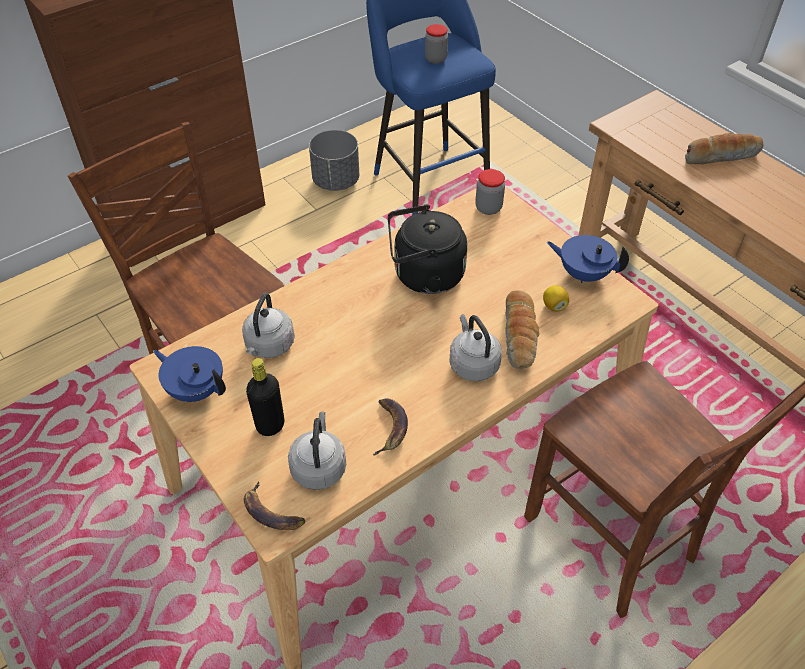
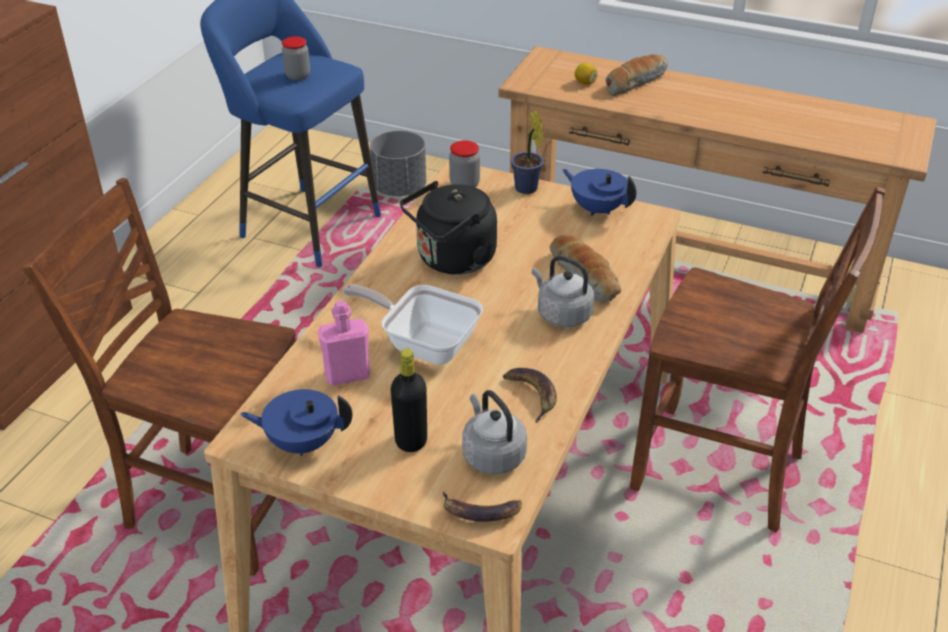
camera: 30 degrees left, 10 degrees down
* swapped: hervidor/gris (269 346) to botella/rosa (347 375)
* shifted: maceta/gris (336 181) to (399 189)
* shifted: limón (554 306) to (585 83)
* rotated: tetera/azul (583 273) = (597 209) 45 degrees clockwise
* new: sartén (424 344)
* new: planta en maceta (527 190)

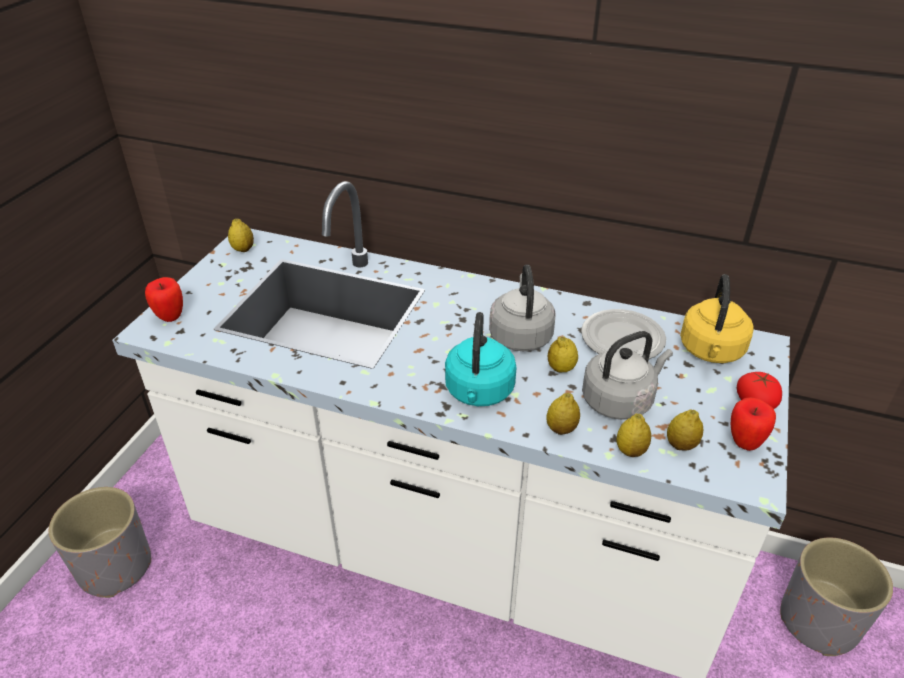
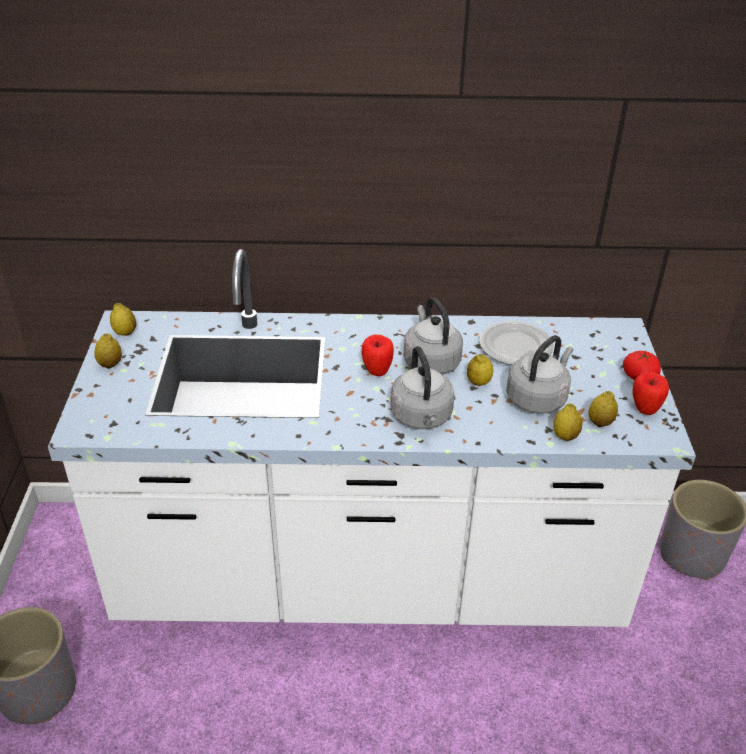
camera: 20 degrees left, 0 degrees up
* shifted: manzana (170 316) to (377 371)
* repainted: hervidor/turquesa (479 393) to hervidor/gris (422 418)
* shifted: limón (561 429) to (110 364)
* gone: hervidor/amarillo (711 352)

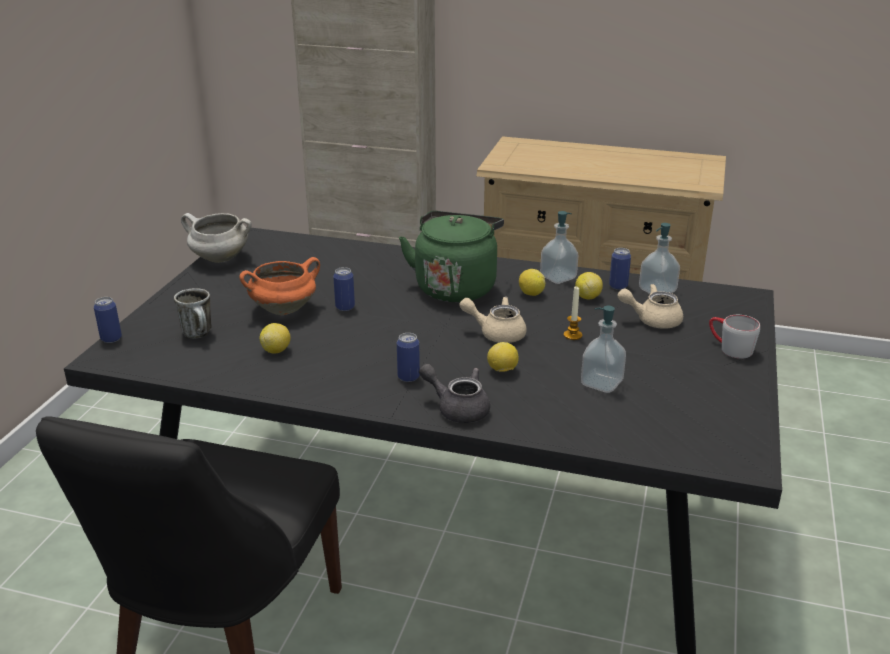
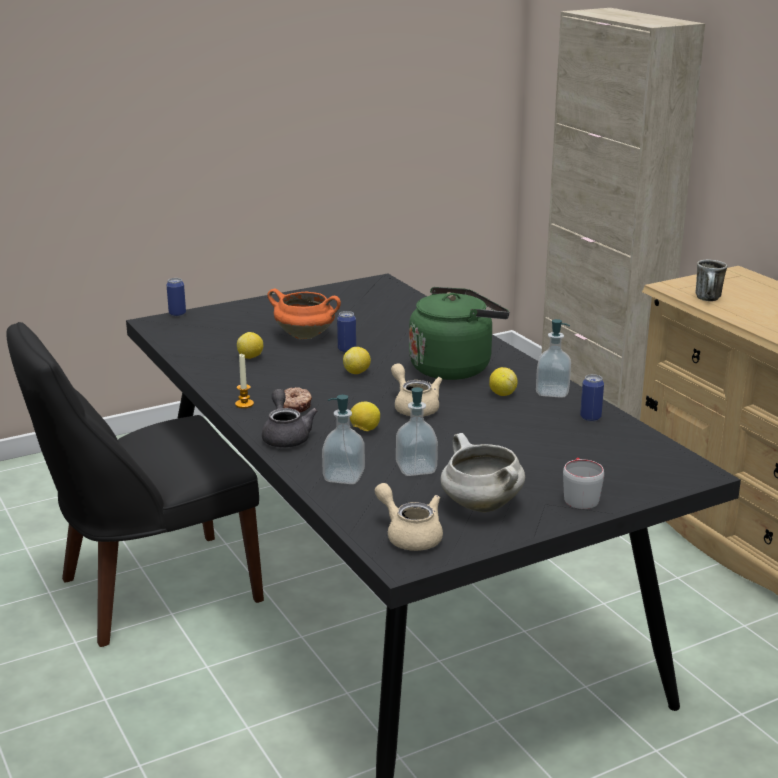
camera: 45 degrees right, 5 degrees down
* shifted: taza grande (200 335) to (709 300)
* shifted: olla/blanco (219 259) to (479 505)
* swapped: lata (408 377) to rosquilla (295 406)
* shifted: vela (572 335) to (244 404)
* shifted: limón (587 297) to (357 372)
* shifted: tetera/beis (652 320) to (410 535)
* shifted: dispensador de jabón (657 290) to (343 477)

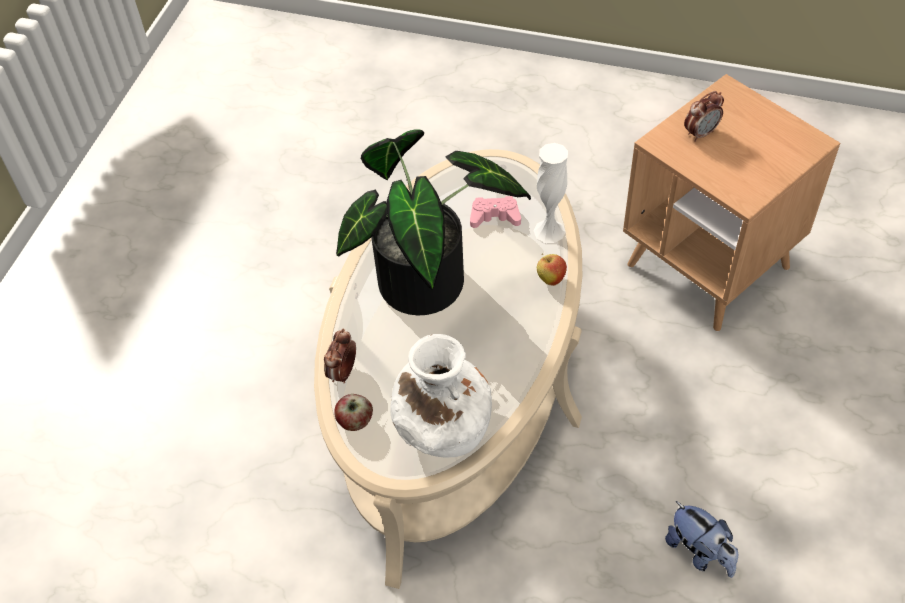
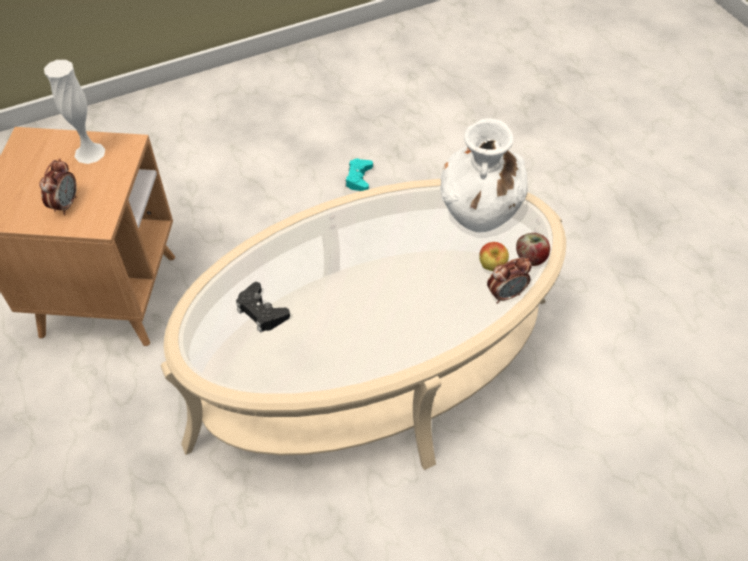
camera: 135 degrees left, 0 degrees up
* gone: planta en maceta (432 285)
* repainted: mando de consola/rosa (494 217) to mando de consola/negro (261 312)
* shifted: florero/blanco (549 231) to (89 153)
* shifted: manzana (550 279) to (492 267)
* swapped: peluche (699 552) to mando de consola/turquesa (359 178)
* rotated: despertador (700 133) = (65 204) 90 degrees clockwise

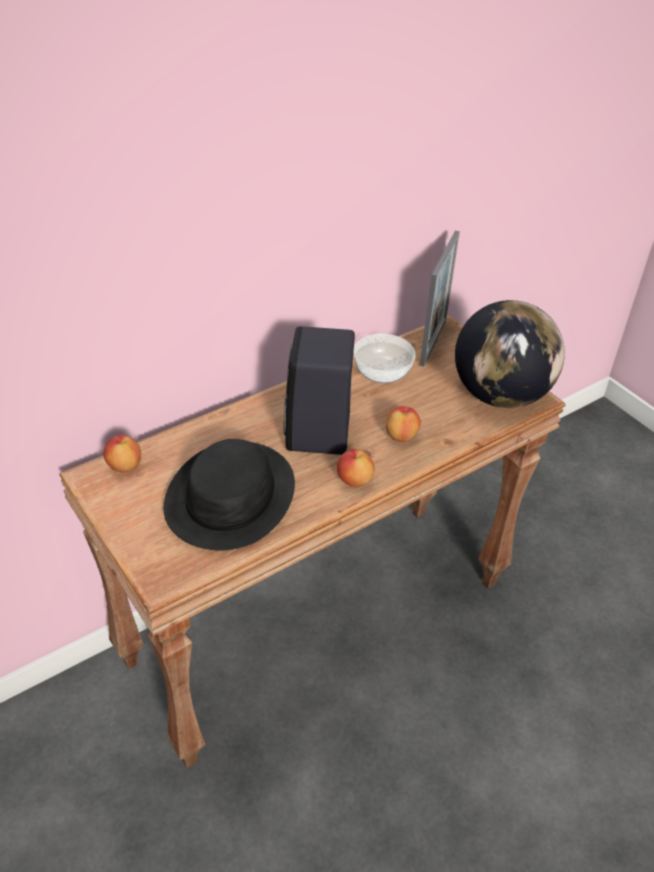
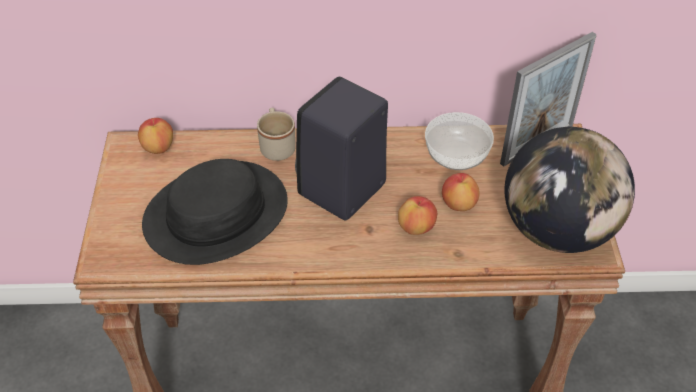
camera: 35 degrees right, 5 degrees up
* shifted: manzana (354 480) to (458 204)
* new: taza grande/beis (277 146)

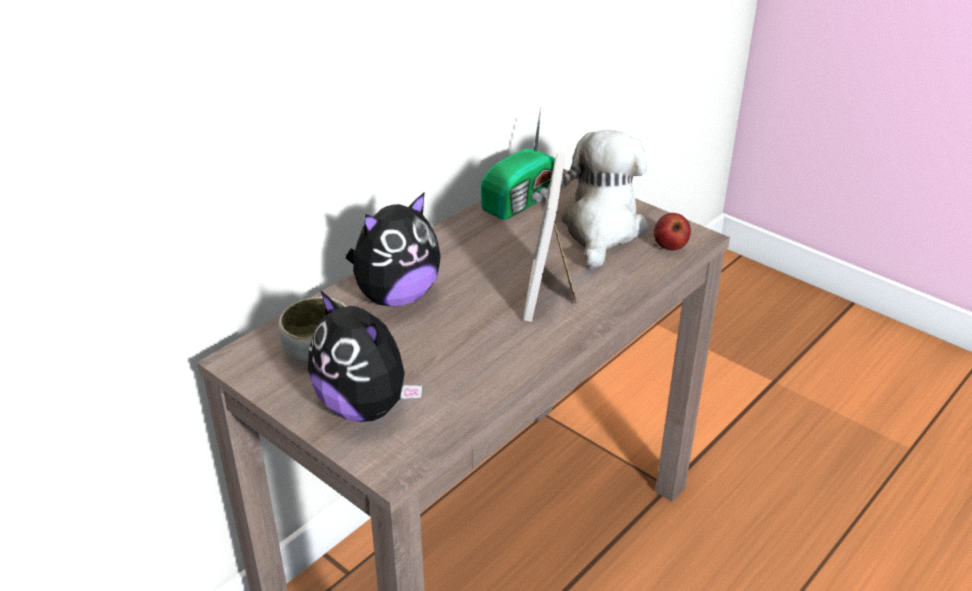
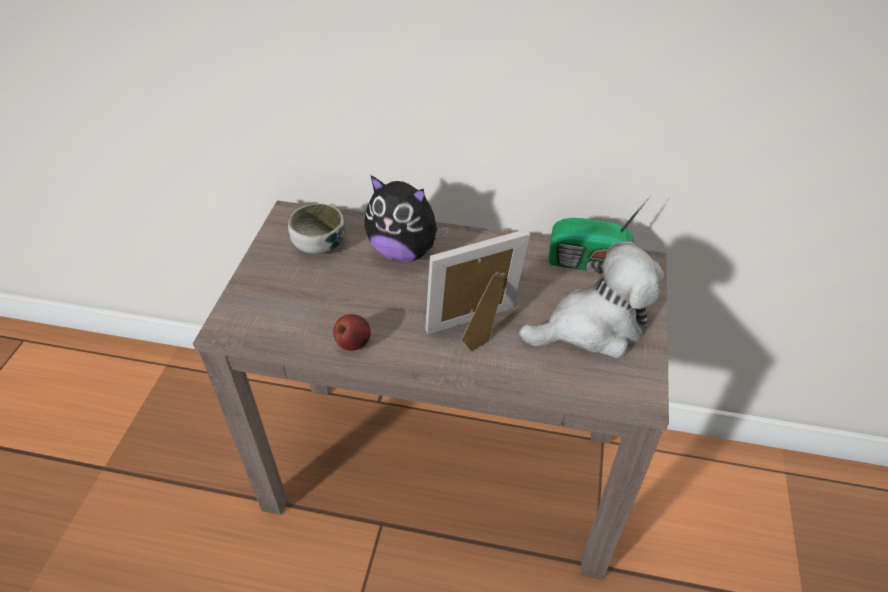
camera: 60 degrees right, 10 degrees up
* gone: peluche (365 406)
* shifted: manzana (670 246) to (353 343)

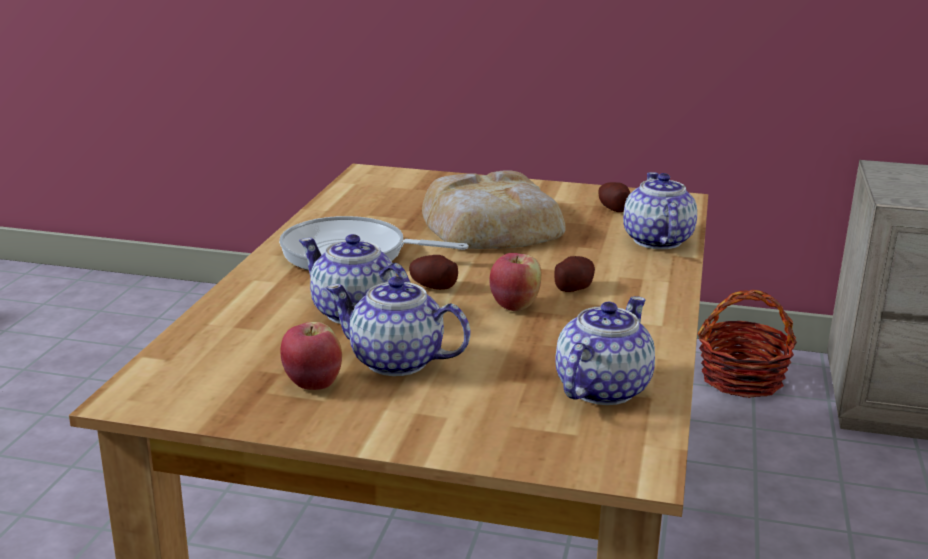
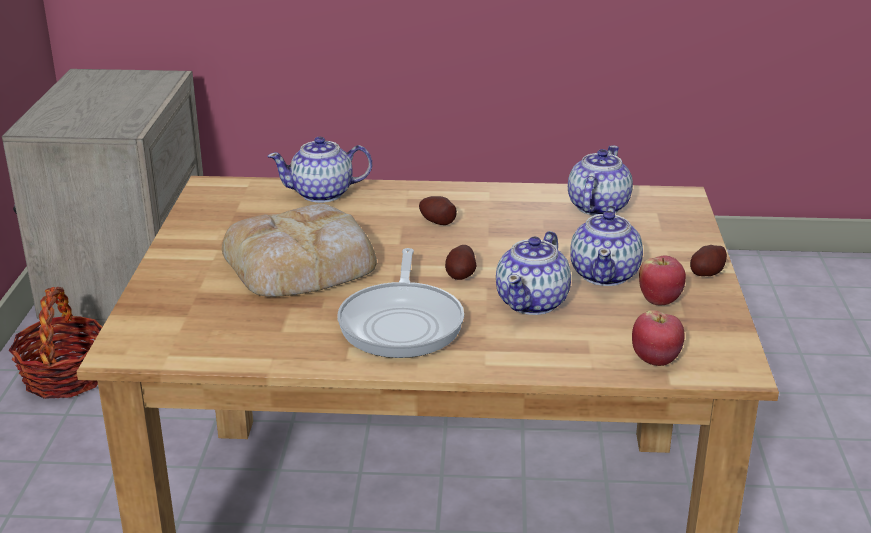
camera: 100 degrees left, 5 degrees up
* shifted: manzana (514 305) to (655 360)
* rotated: tetera (600 389) = (597 207) 90 degrees clockwise
* shifted: patata (614 208) to (706 274)

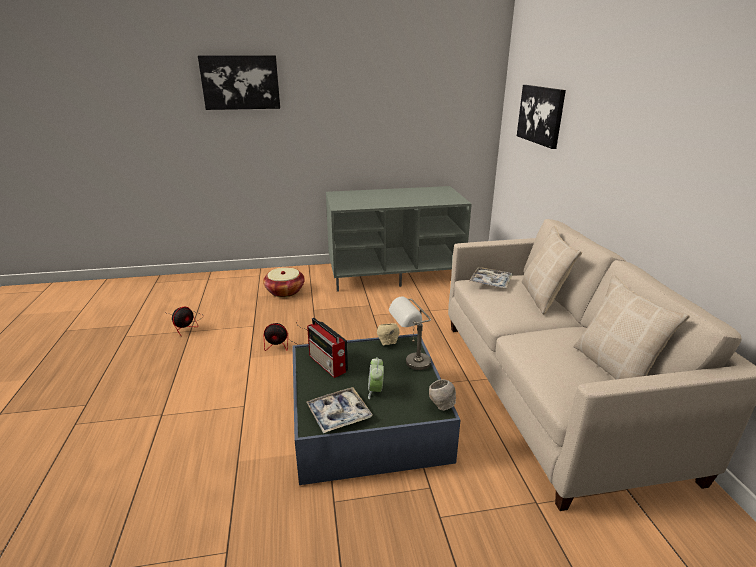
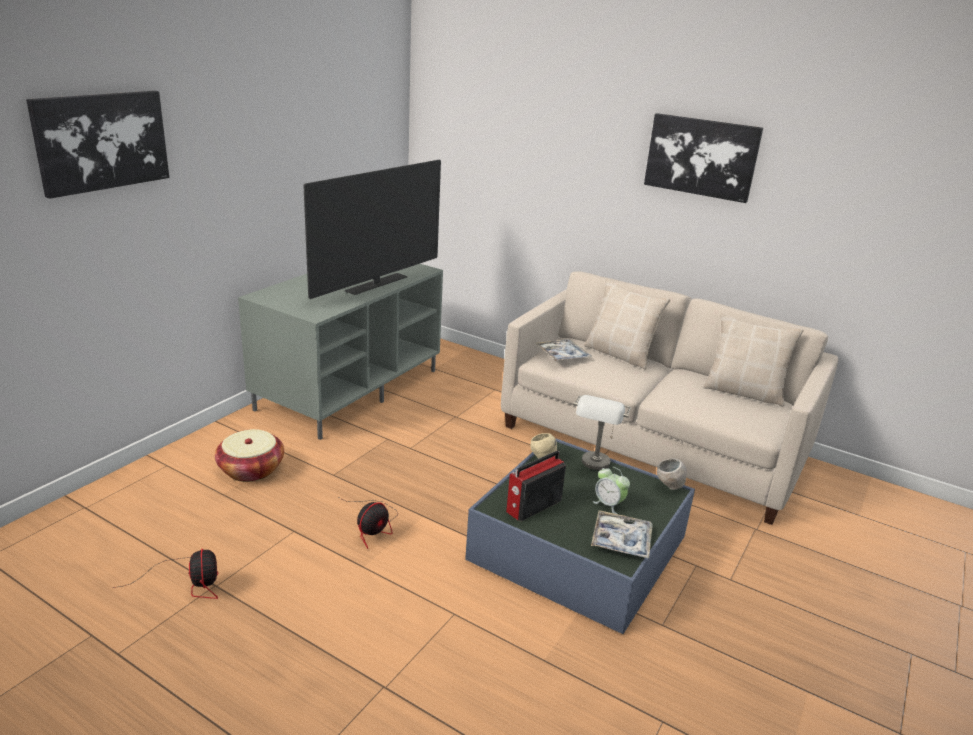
camera: 50 degrees left, 0 degrees up
* rotated: radio (328 364) = (532 506) 135 degrees clockwise
* shifted: cuadro (541 115) to (701 157)
* new: televisor (377 284)

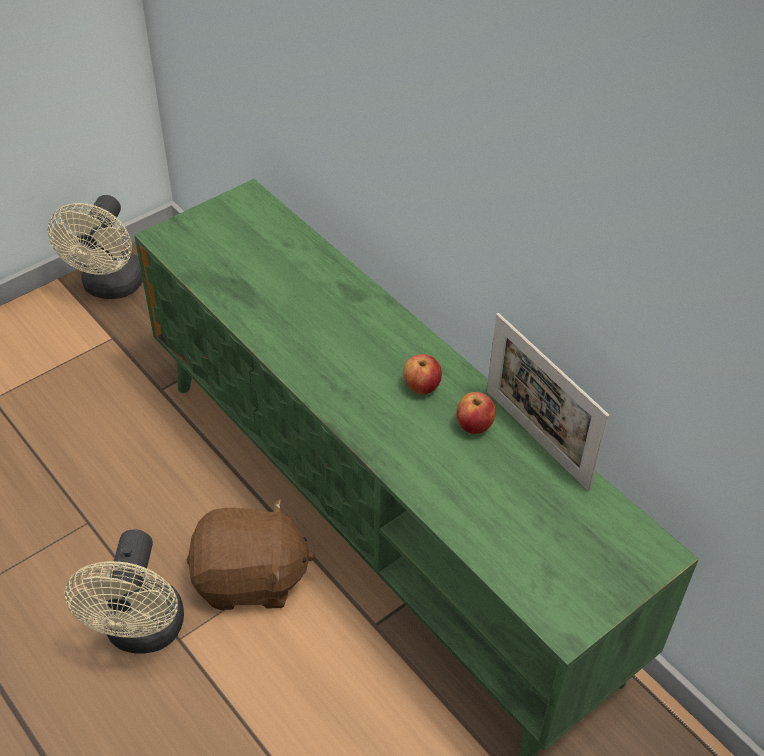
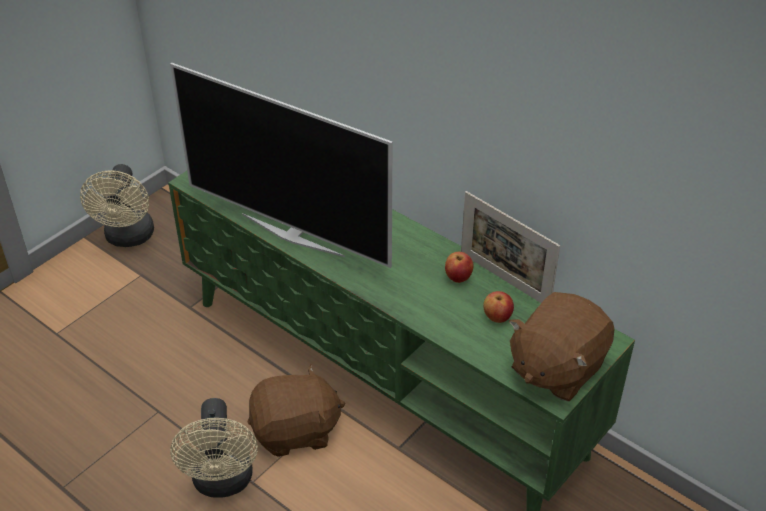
camera: 10 degrees left, 5 degrees down
* shifted: manzana (421 387) to (497 317)
* new: televisor (293 234)
* new: peluche/marrón (556 368)

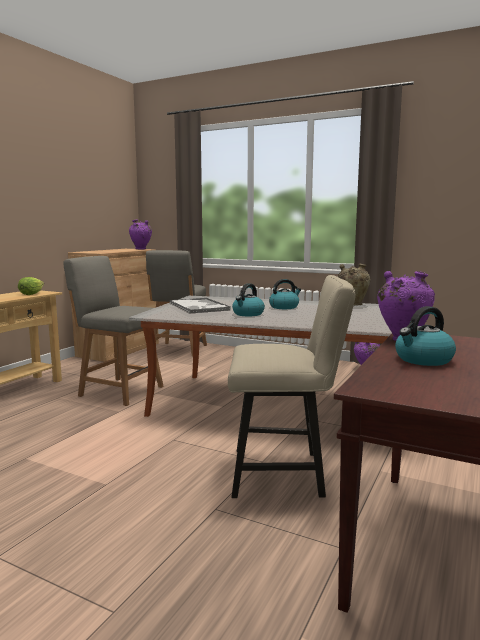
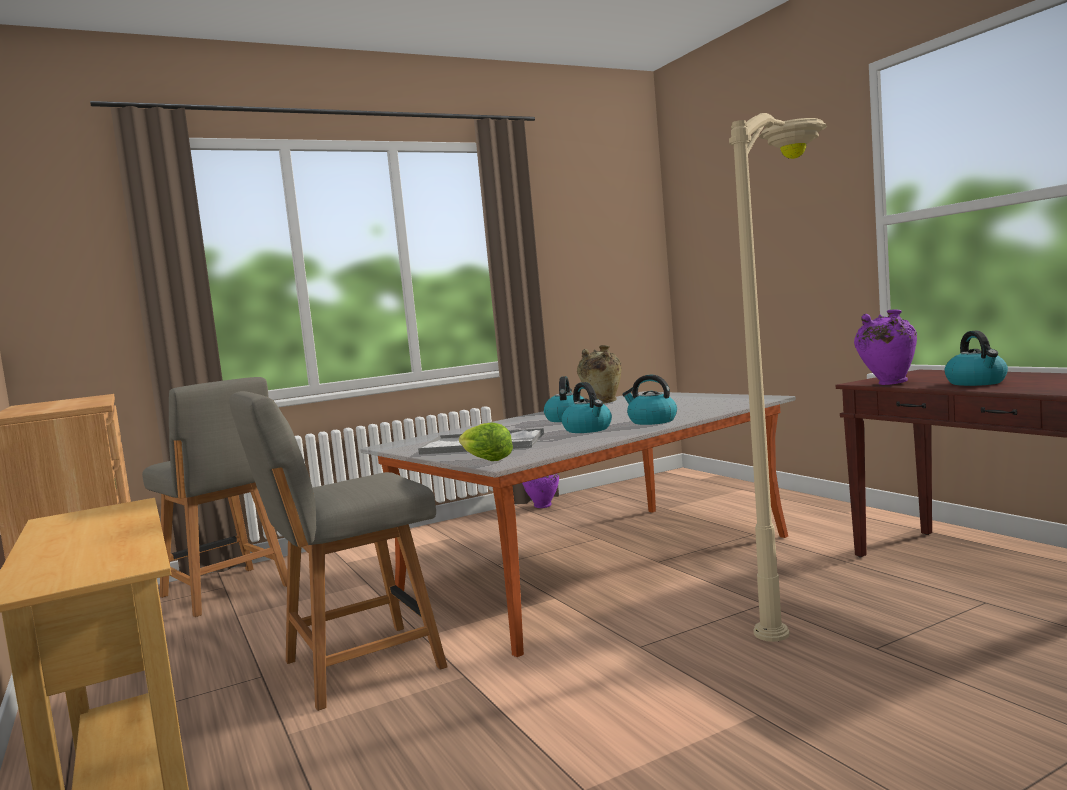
camera: 55 degrees left, 5 degrees down
* shifted: lechuga (31 294) to (485 460)
* gone: florero/morado (141 249)
* swapped: silla/beis (286 473) to lámpara de pie/beis (806 597)
* new: hervidor (651 421)

